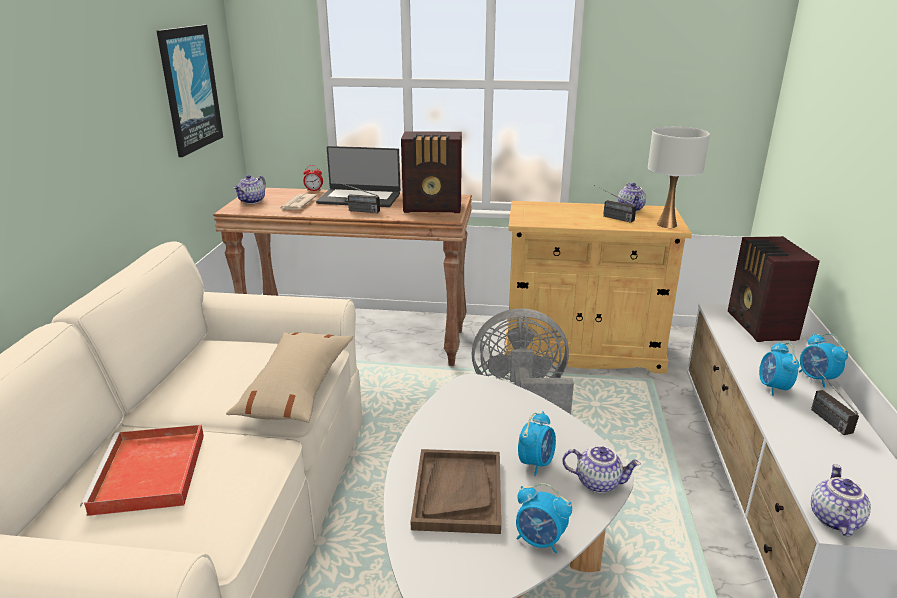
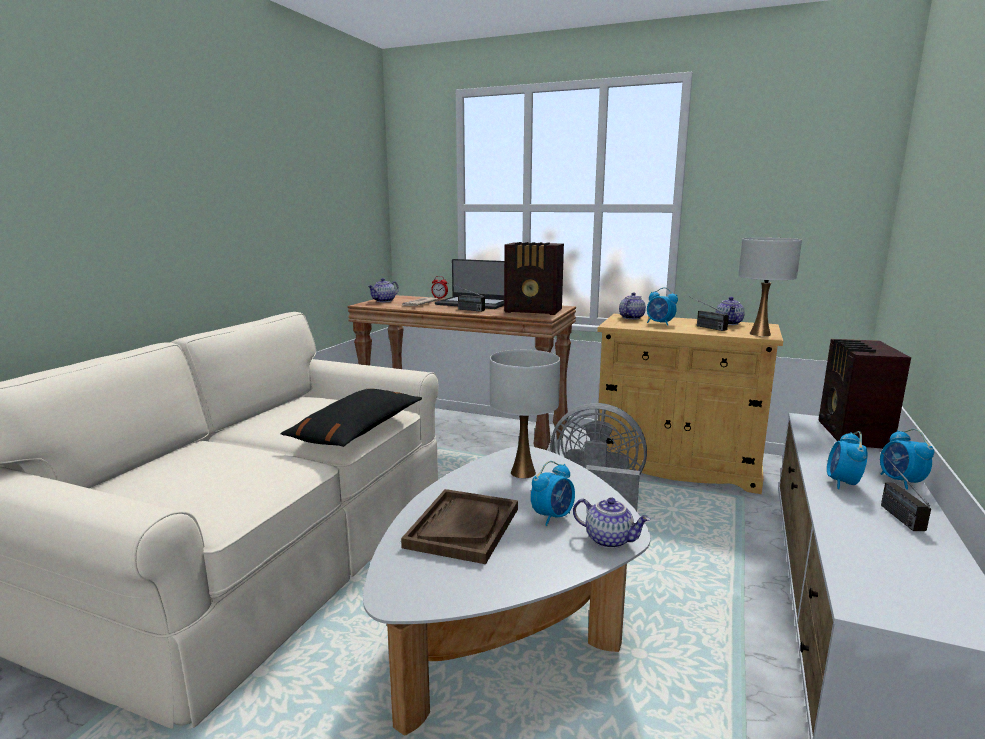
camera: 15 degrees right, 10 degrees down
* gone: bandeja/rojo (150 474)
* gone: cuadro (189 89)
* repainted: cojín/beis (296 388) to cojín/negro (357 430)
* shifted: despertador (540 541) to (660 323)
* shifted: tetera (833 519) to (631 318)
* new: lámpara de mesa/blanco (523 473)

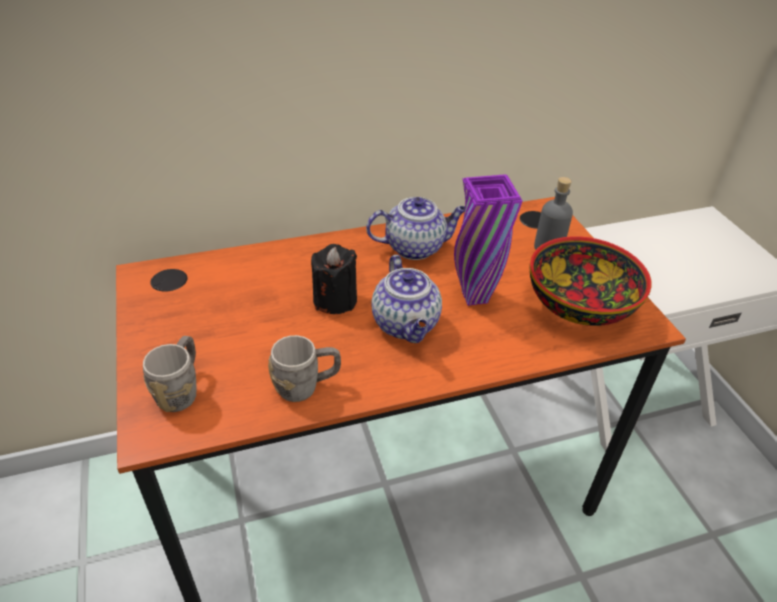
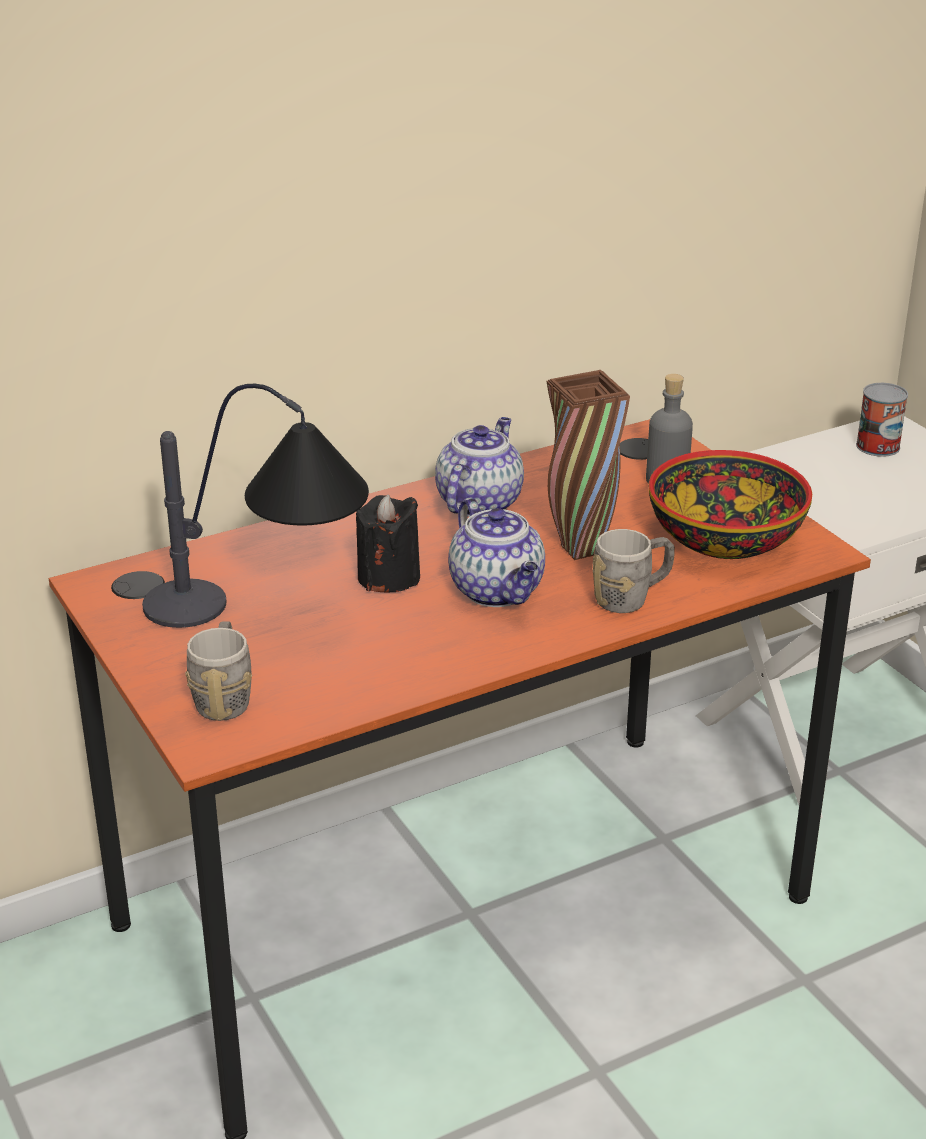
camera: 10 degrees left, 10 degrees down
* shifted: taza grande/gris (306 386) to (631 598)
* rotated: tetera (415 247) = (479 502) 45 degrees counterclockwise
* repainted: florero/morado (474 297) to florero/marrón (581 550)
* new: lámpara de mesa (265 616)
* new: lata (877 446)

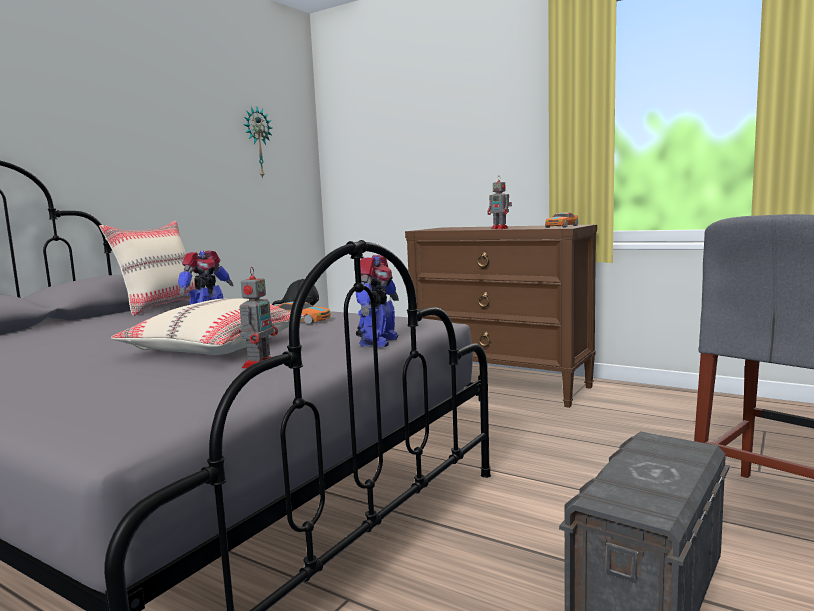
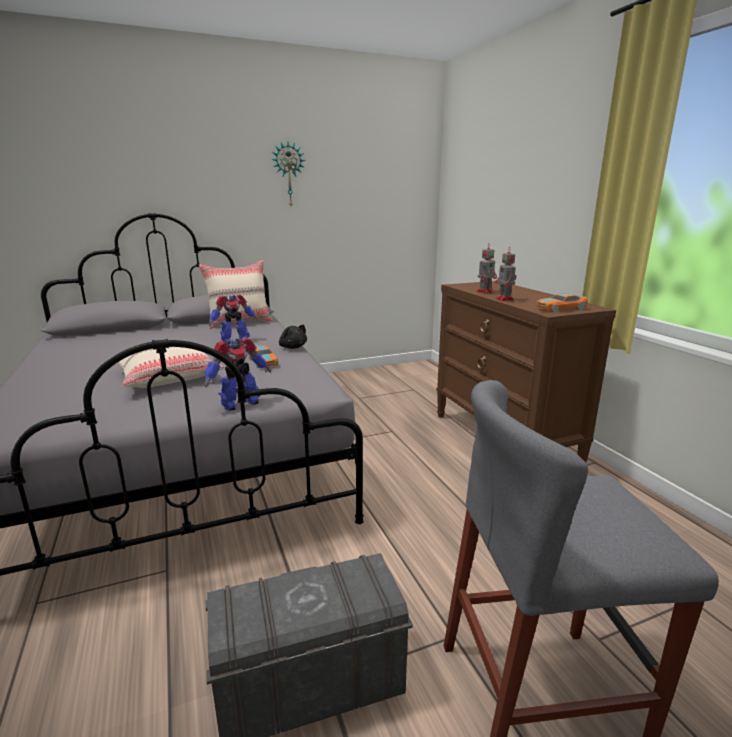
camera: 35 degrees right, 10 degrees up
* shifted: robot de juguete (260 365) to (485 292)
* shifted: reloj de pared (257 142) to (288 175)

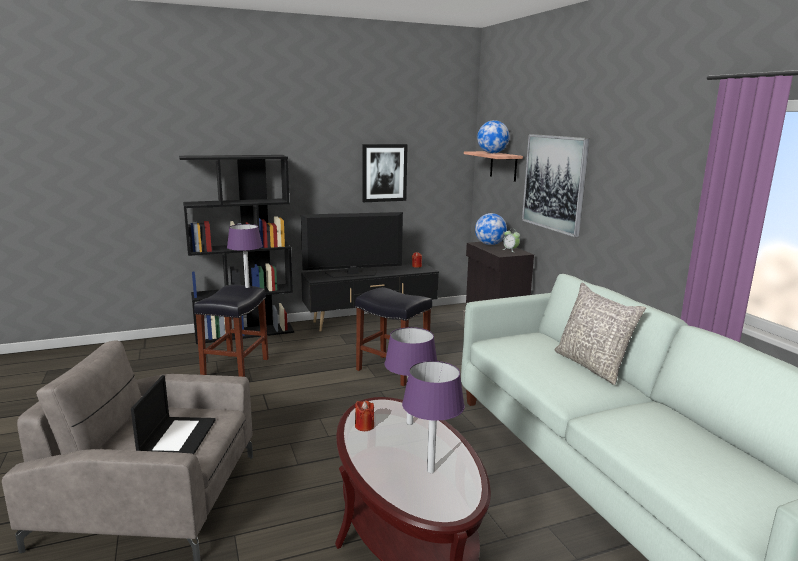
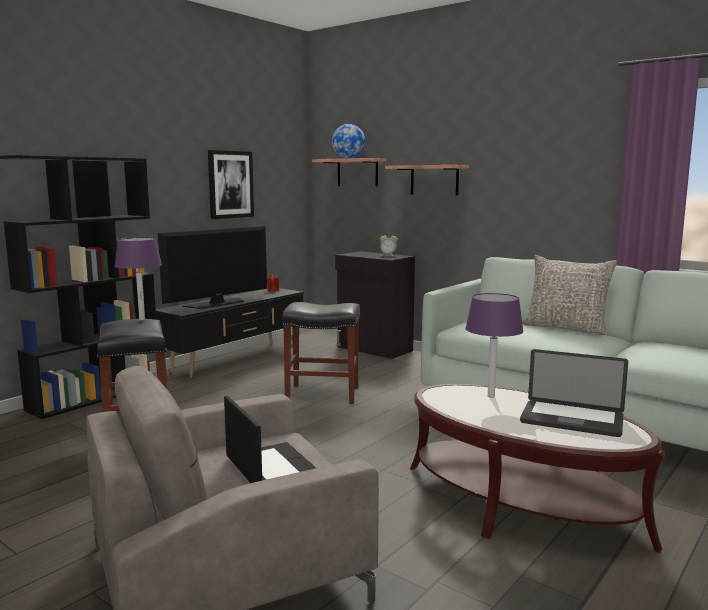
camera: 30 degrees left, 5 degrees down
* gone: vela/rojo (364 426)
* swapped: lámpara de mesa/morado (431 471) to portátil (571 420)
* gone: globo terráqueo (489 244)
* swapped: cuadro (554 183) to estante (434 180)

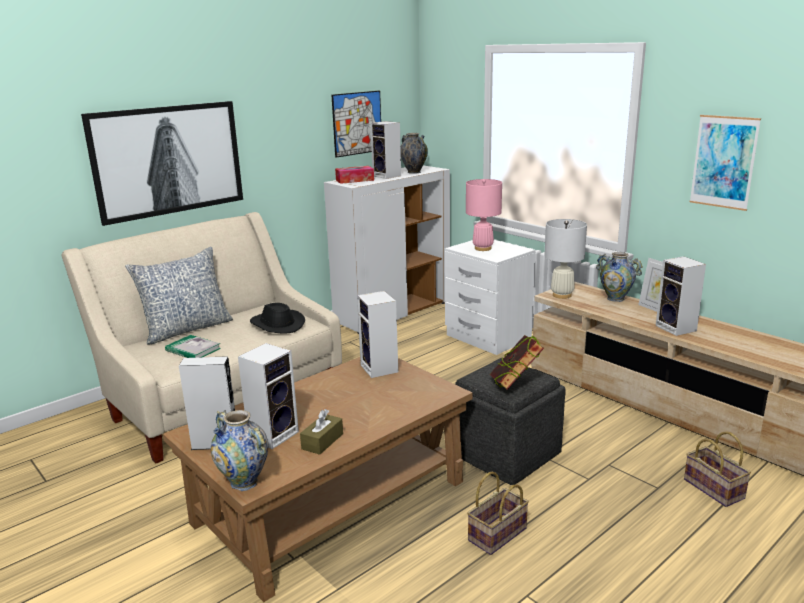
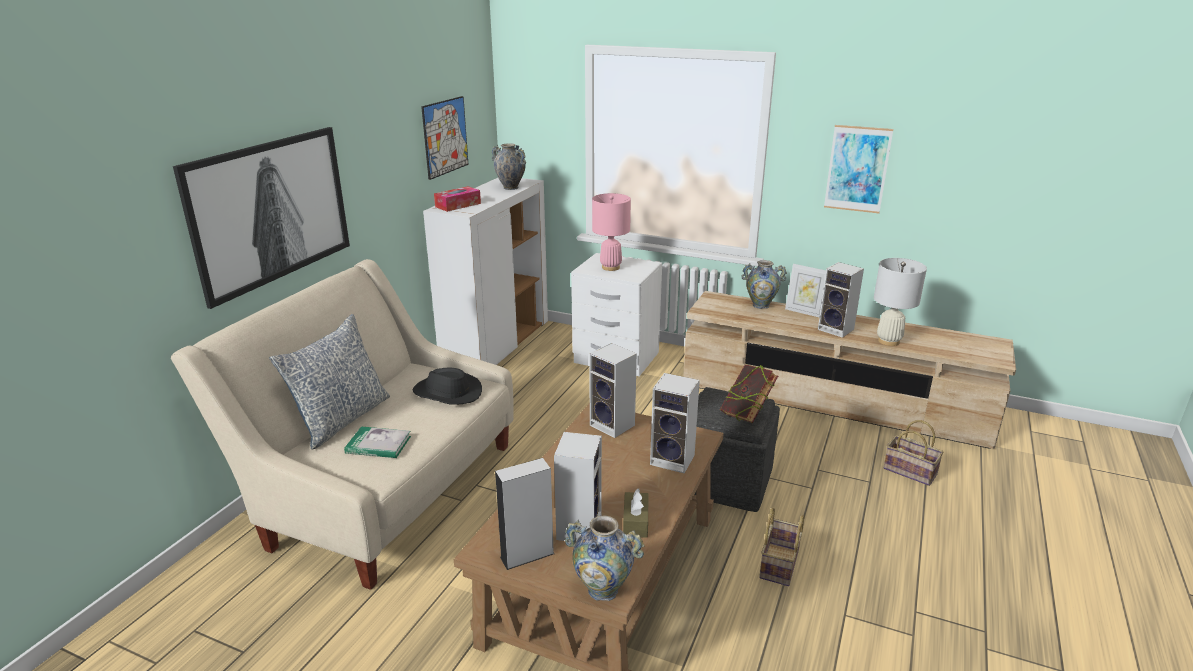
camera: 25 degrees left, 5 degrees up
* shifted: altavoz (388 176) to (674 460)
* shifted: lámpara de mesa/blanco (562 295) to (888 341)

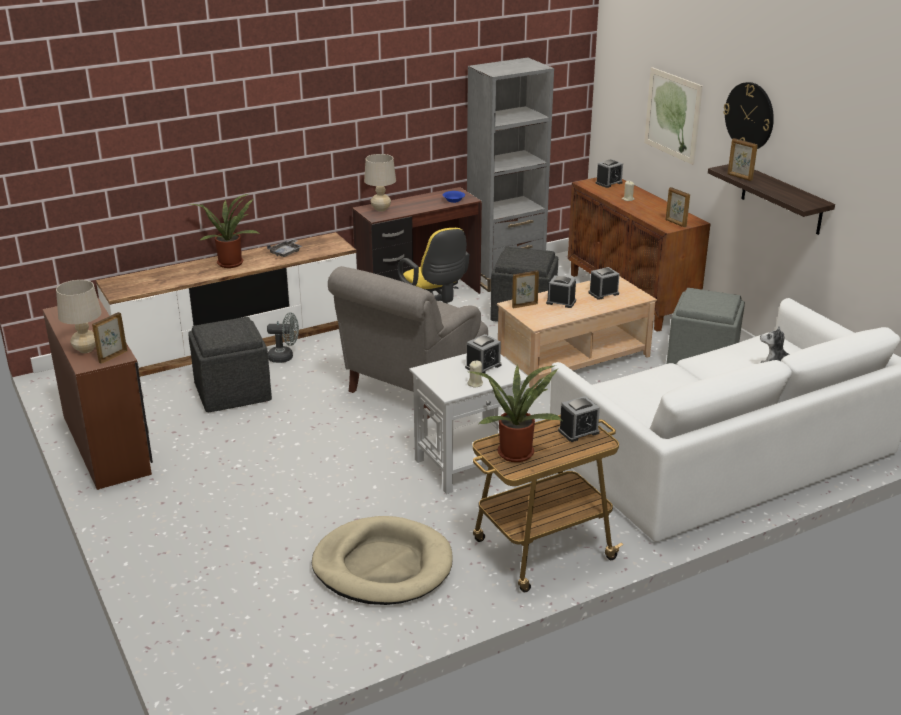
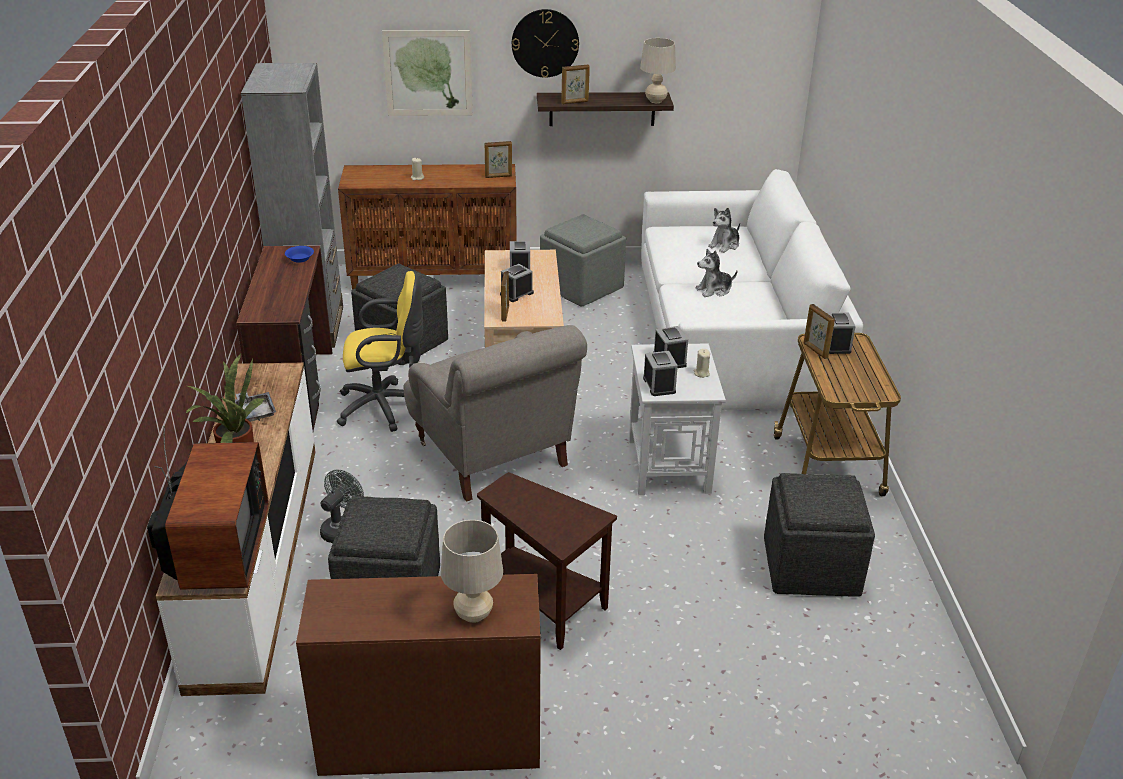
camera: 65 degrees left, 5 degrees up
* shifted: portarretratos (112 357) to (815 351)
* swapped: cama para perro/beis (383 566) to puf/gris (810 567)
* shifted: lámpara de mesa/beis (381 209) to (655 101)
* gone: planta en maceta (516 451)
* shifted: despertador (609 183) to (659 385)
* new: televisor (217 553)
* new: mesa auxiliar/marrón (544 604)
* new: peluche (714 290)

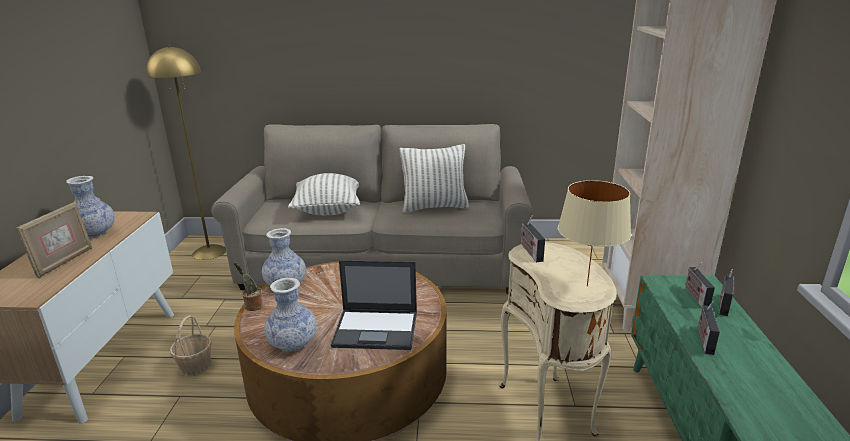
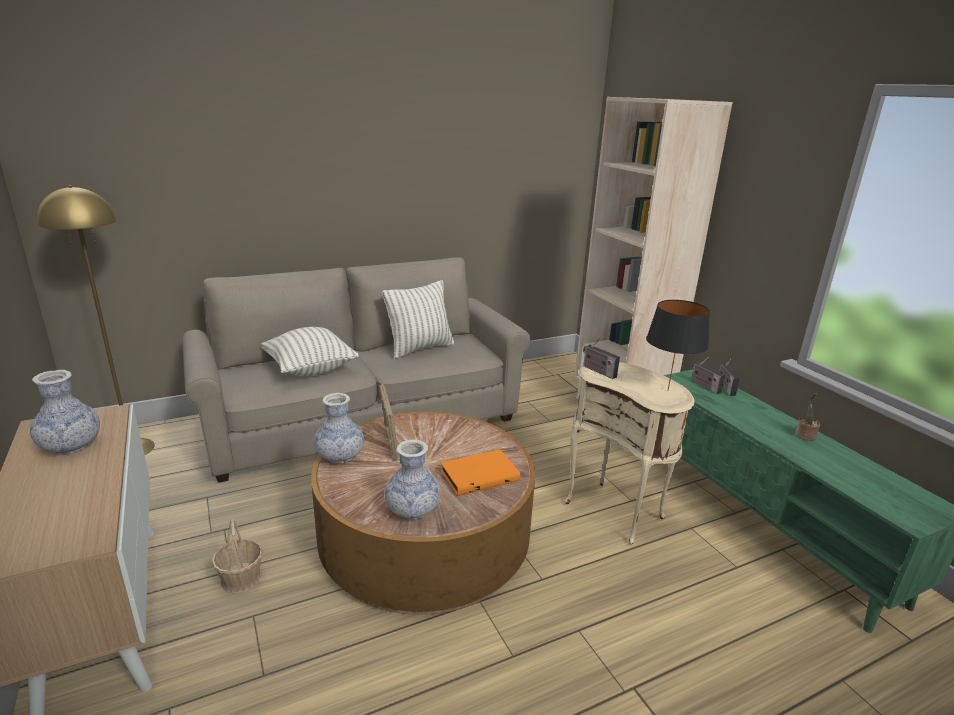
camera: 30 degrees left, 0 degrees up
* shifted: portarretratos (64 262) to (389 444)
* shifted: planta en maceta (252 306) to (804 436)
* swapped: portátil (377 329) to libro/naranja (479 475)
* repainted: lámpara de mesa/beis (587 285) to lámpara de mesa/negro (667 390)
* gone: radio (704 339)

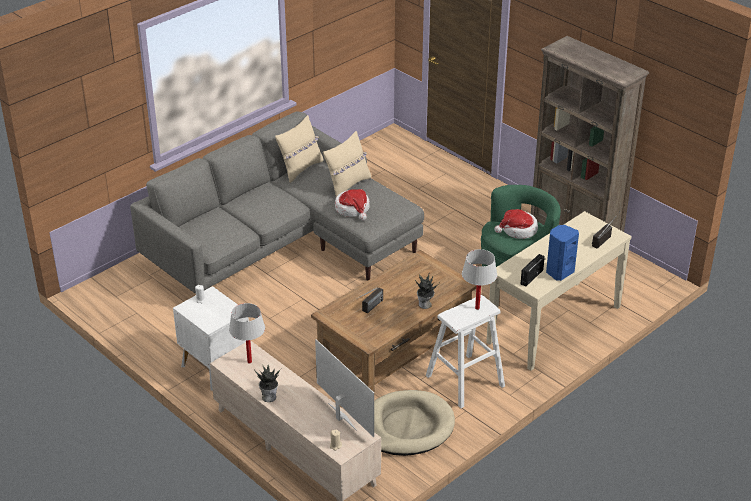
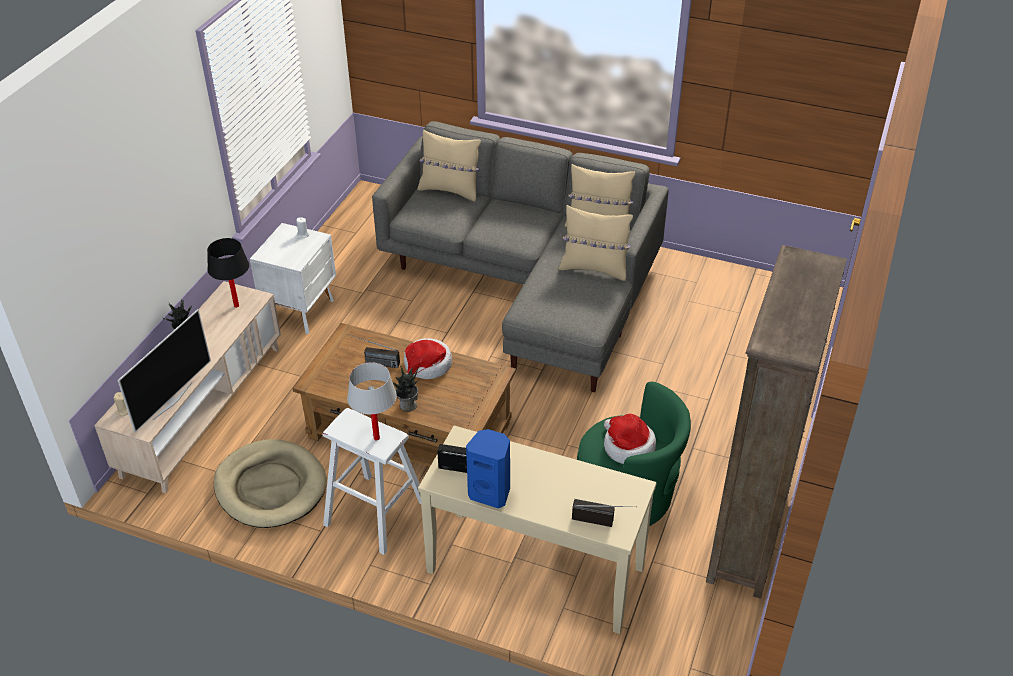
camera: 65 degrees right, 5 degrees up
* repainted: lámpara de mesa/blanco (249 362) to lámpara de mesa/negro (236 306)
* shifted: sombrero (353 209) to (427 366)
* new: cojín/beis (450 190)

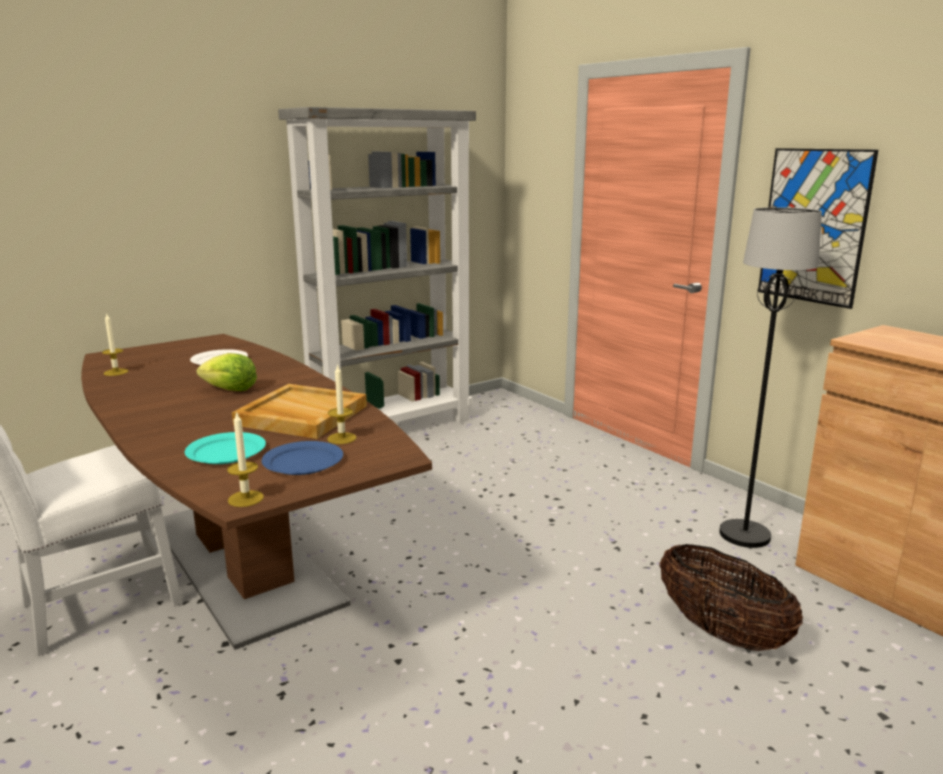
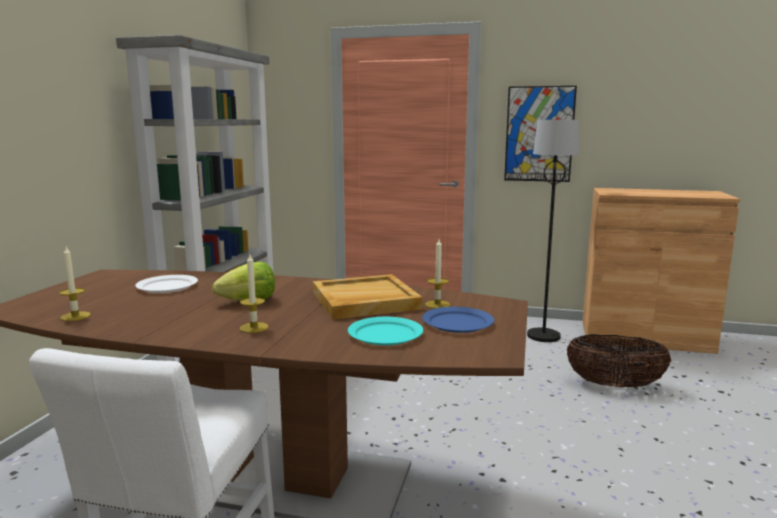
camera: 40 degrees left, 5 degrees down
* shifted: vela (245 498) to (254 327)

